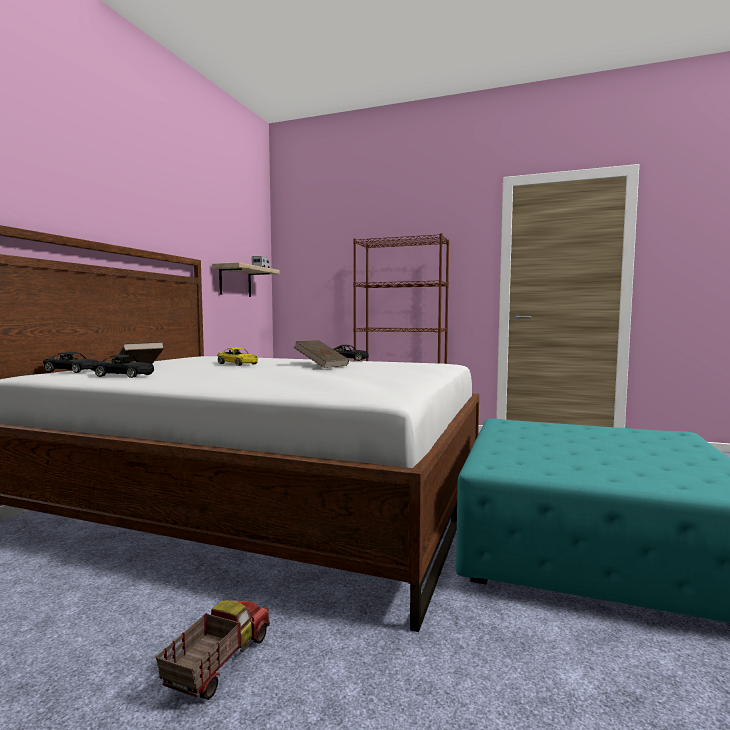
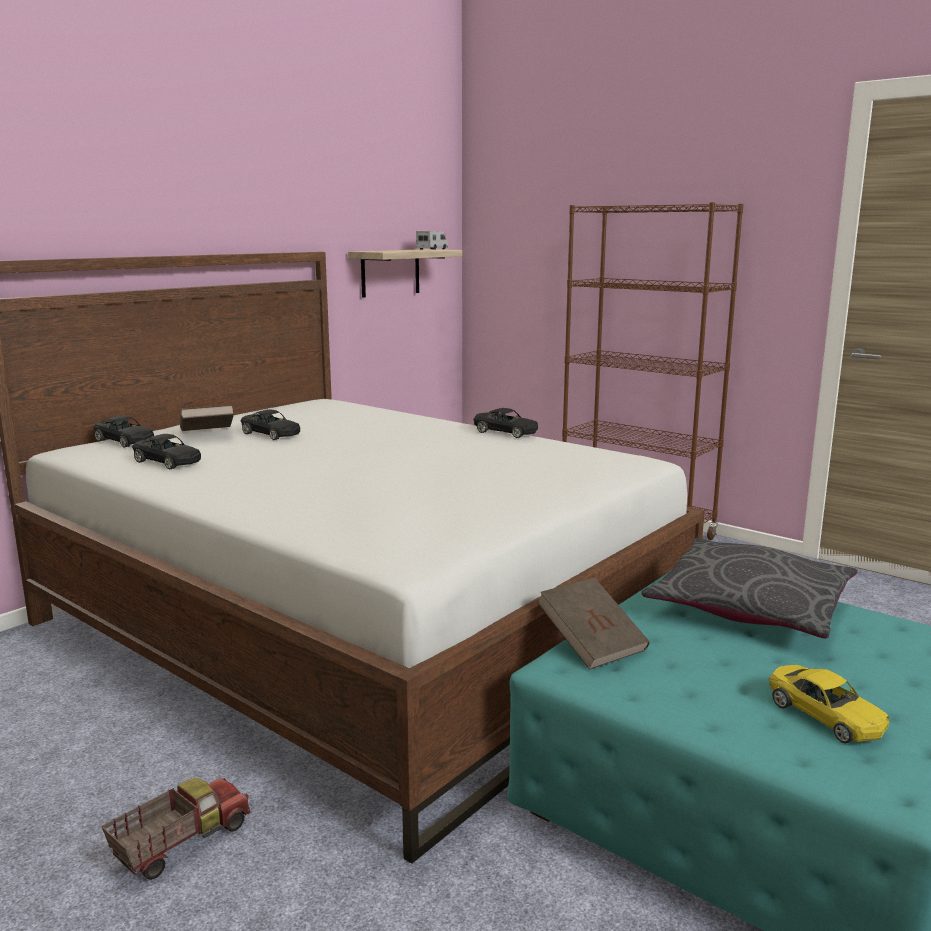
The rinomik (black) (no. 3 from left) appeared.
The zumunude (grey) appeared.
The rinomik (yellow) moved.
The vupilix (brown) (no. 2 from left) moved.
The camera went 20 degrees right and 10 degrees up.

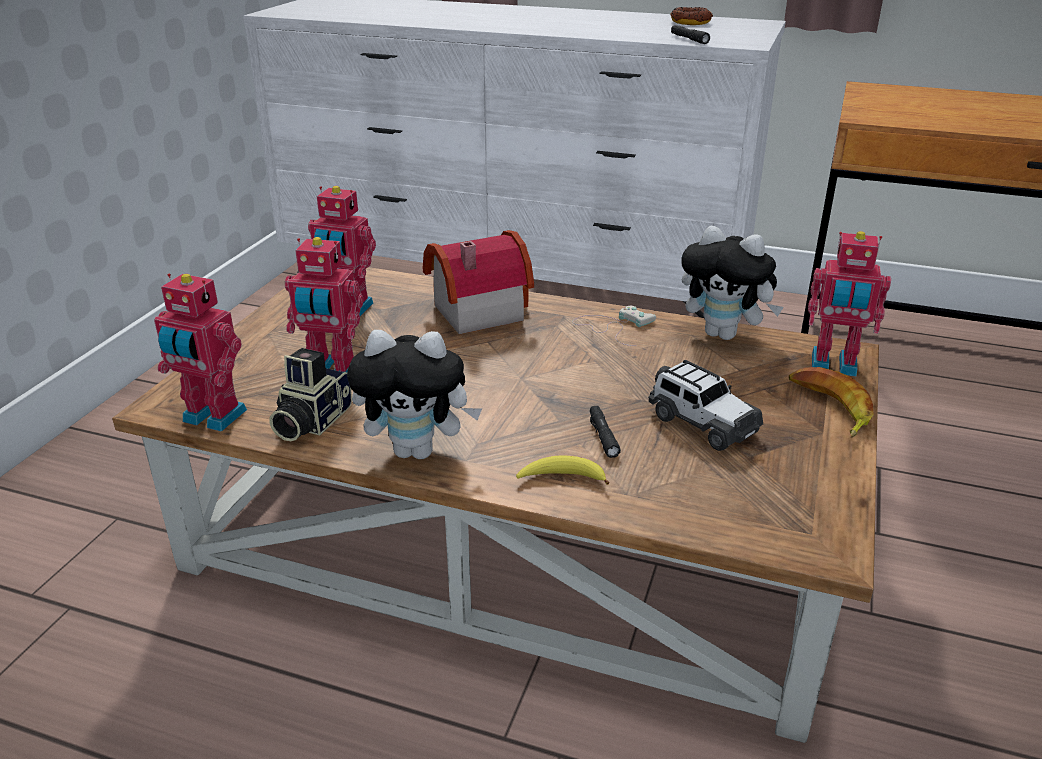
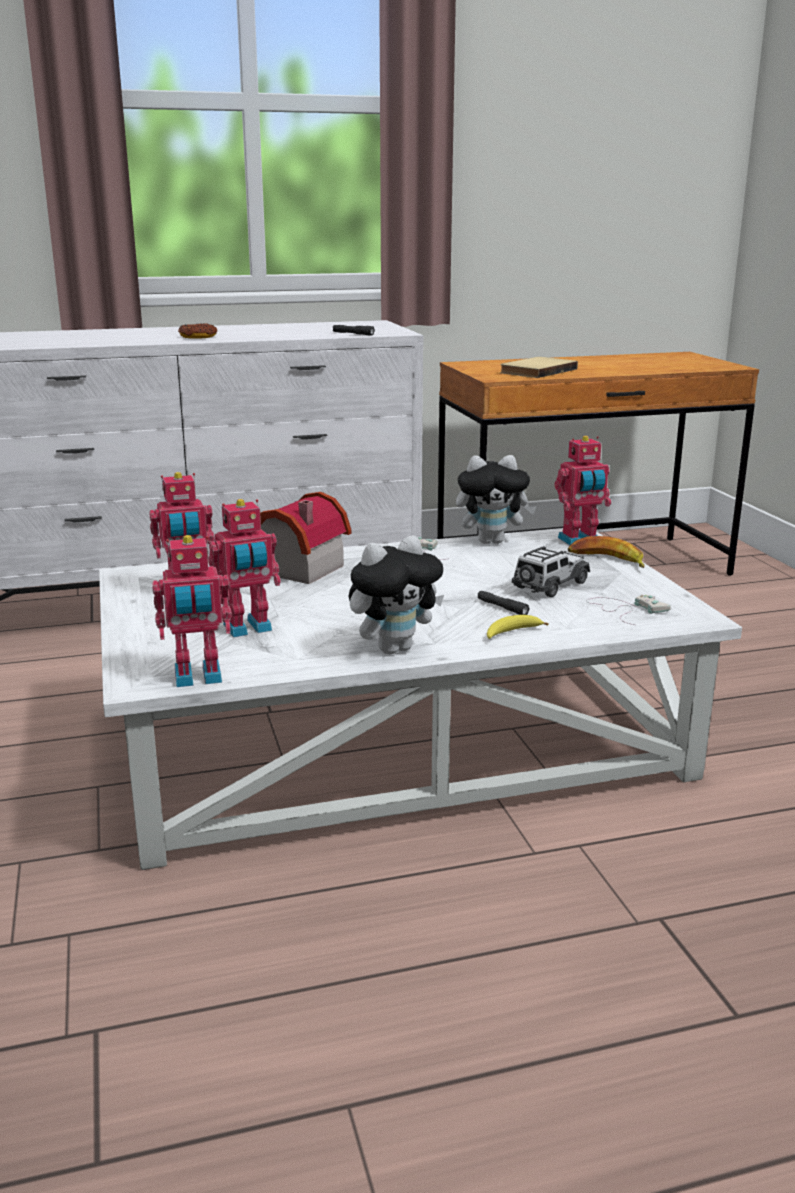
The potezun disappeared.
The vupilix (beige) appeared.
The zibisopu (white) (no. 2 from left) appeared.
The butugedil moved.
The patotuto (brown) became the patotuto (white).
The rinomik turned 60 degrees counterclockwise.
The camera went 35 degrees left and 10 degrees down.

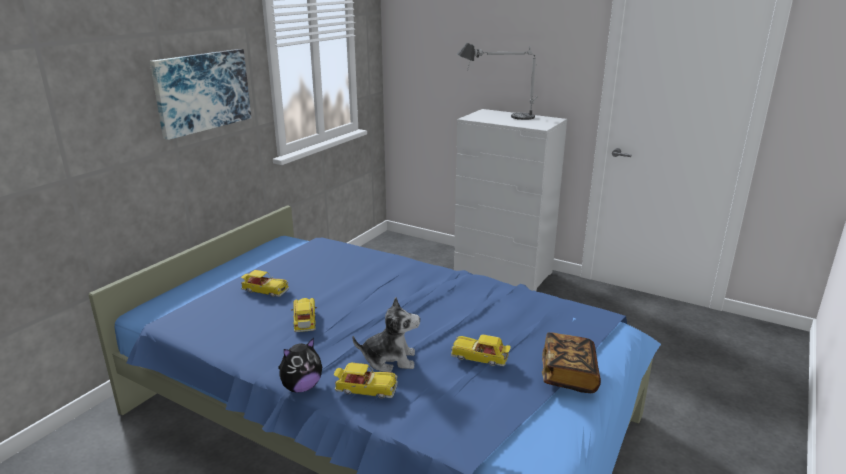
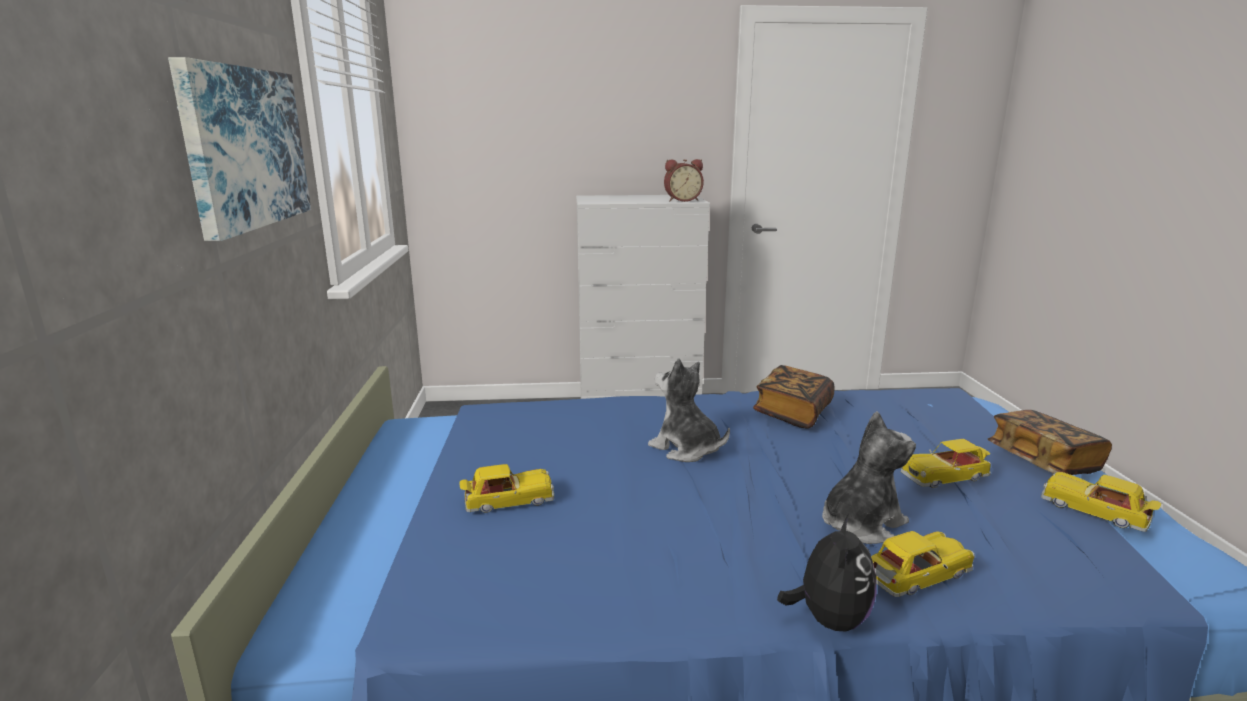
The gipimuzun disappeared.
The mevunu (no. 1 from left) appeared.
The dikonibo appeared.
The vupilix (no. 1 from left) appeared.
The rinomik (no. 2 from left in the first image) moved.
The camera went 35 degrees left and 5 degrees down.

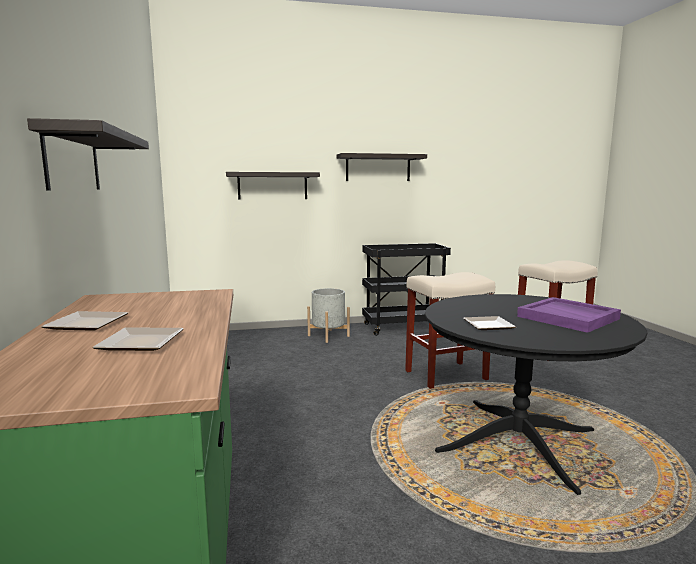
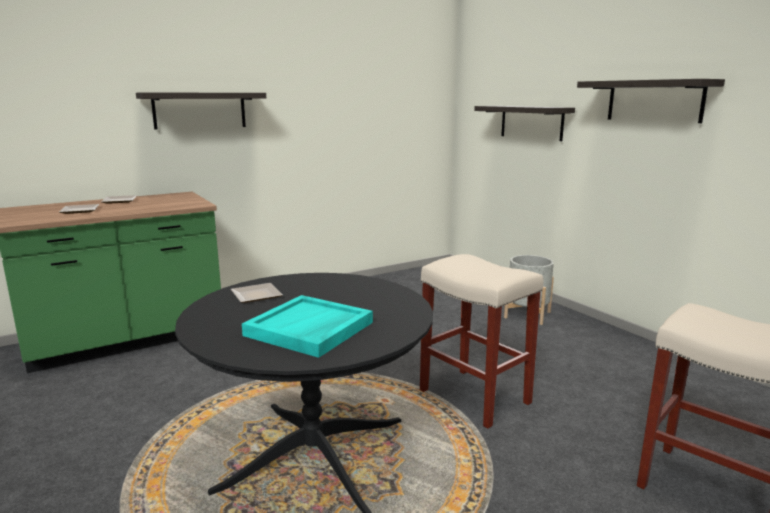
The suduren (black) disappeared.
The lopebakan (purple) became the lopebakan (turquoise).
The camera went 70 degrees right and 5 degrees up.

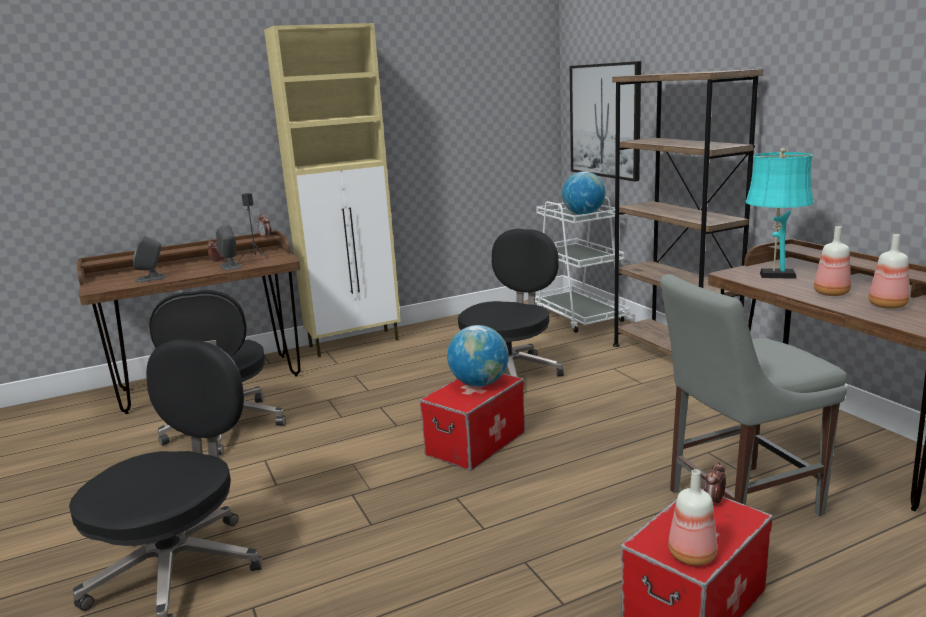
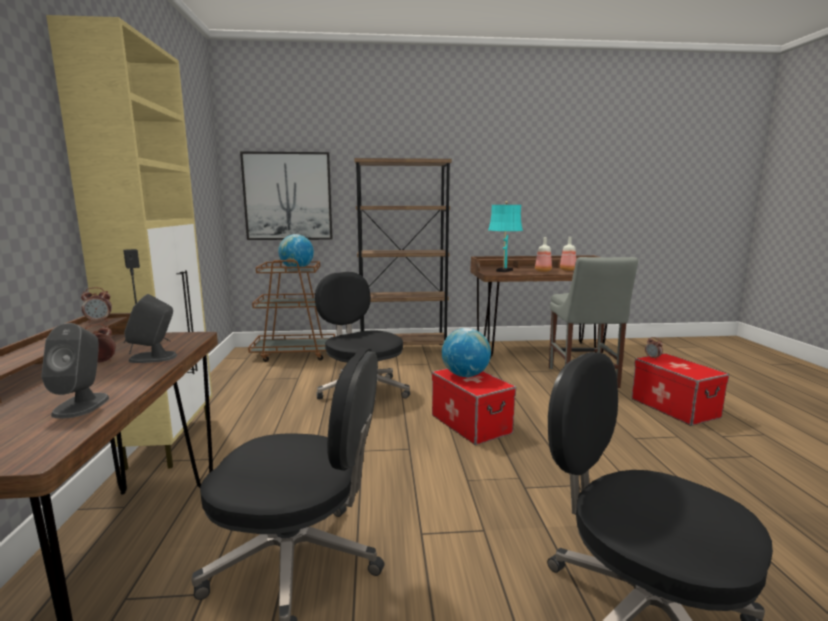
The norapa (no. 1 from left) disappeared.
The suduren (white) became the suduren (brown).
The camera went 70 degrees left and 5 degrees down.

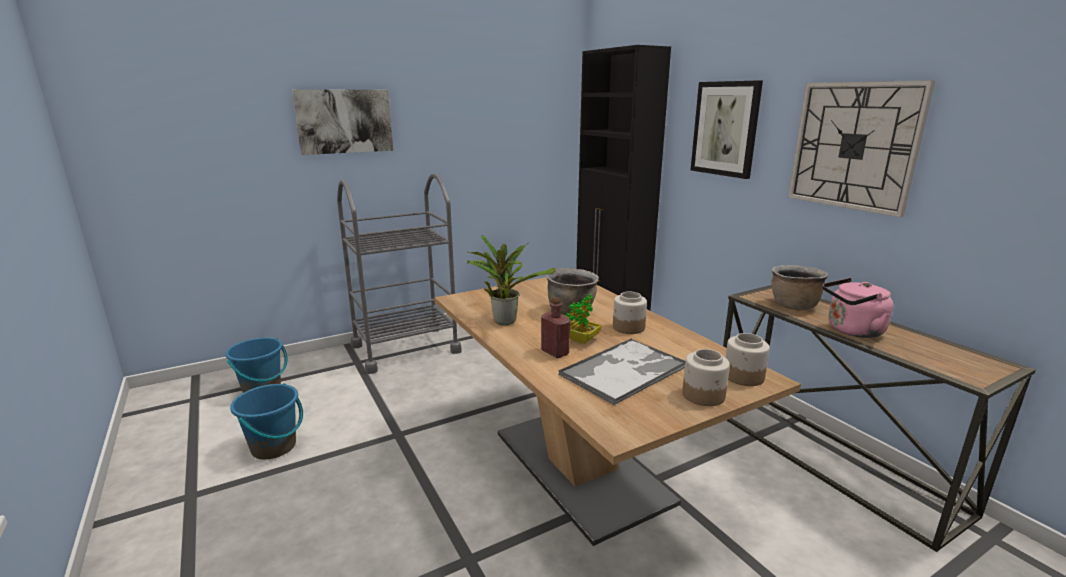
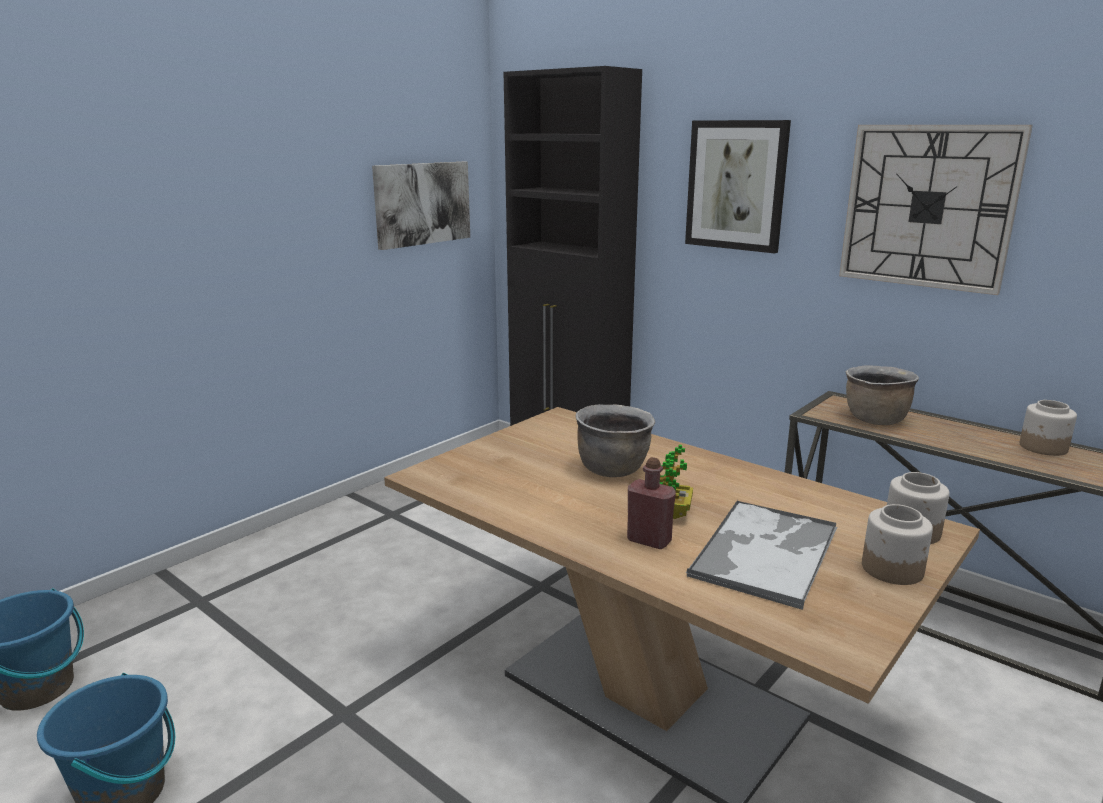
The suduren (grey) disappeared.
The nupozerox (no. 1 from left) disappeared.
The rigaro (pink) disappeared.
The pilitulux (no. 1 from left) moved.
The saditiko (no. 1 from left in the first image) moved.
The camera went 20 degrees left and 0 degrees up.

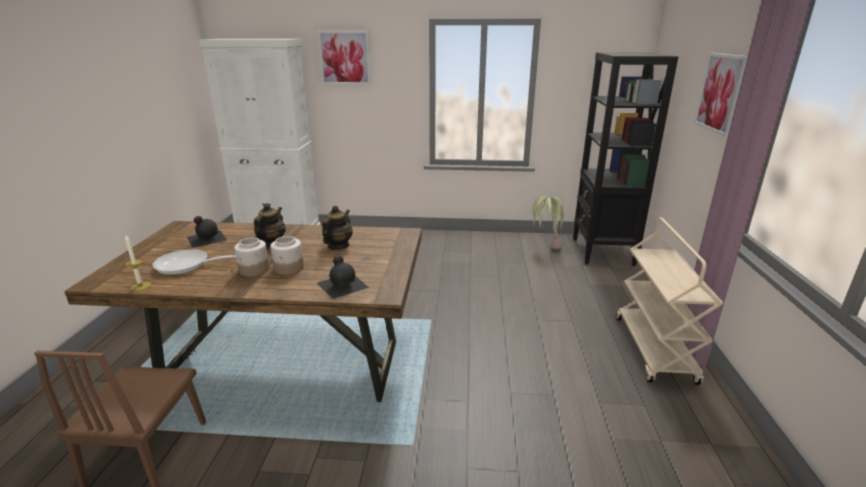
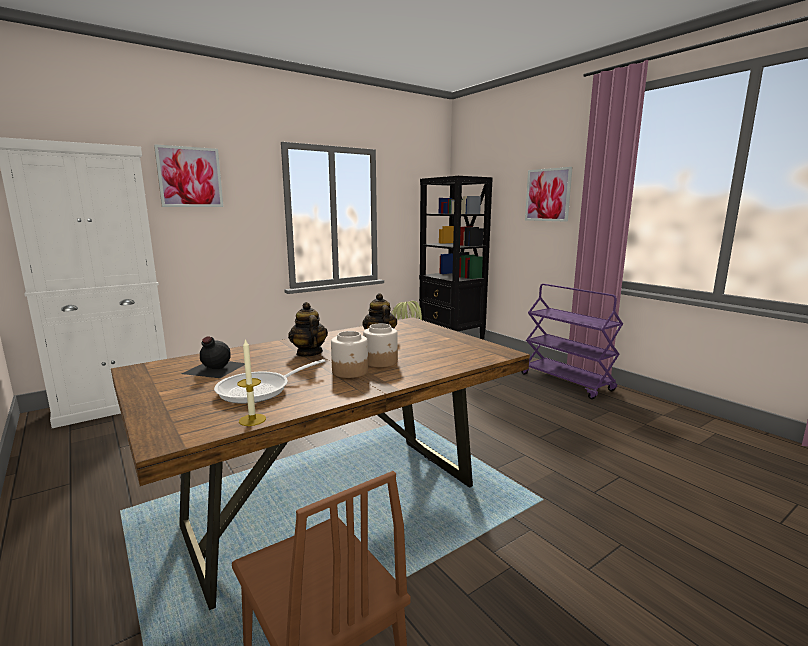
The norapa (black) (no. 2 from left) disappeared.
The suduren (beige) became the suduren (purple).
The camera went 40 degrees left and 10 degrees down.

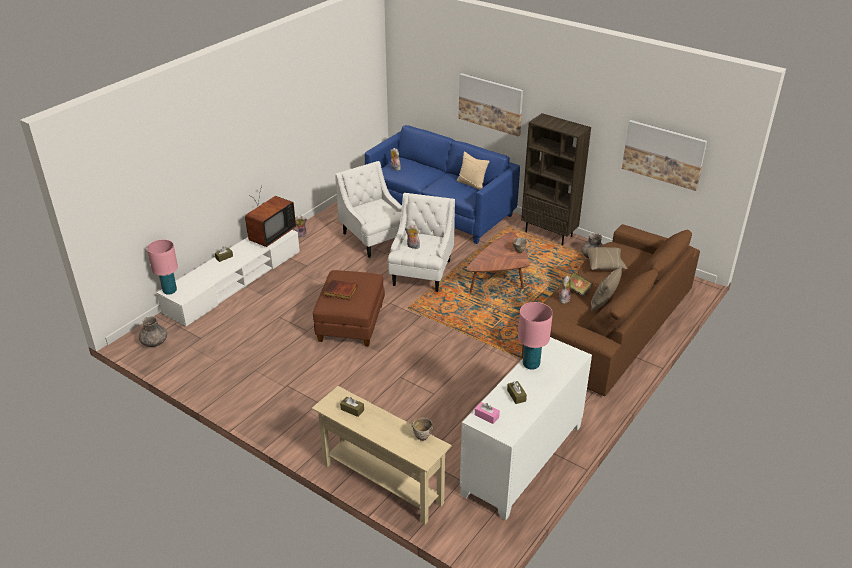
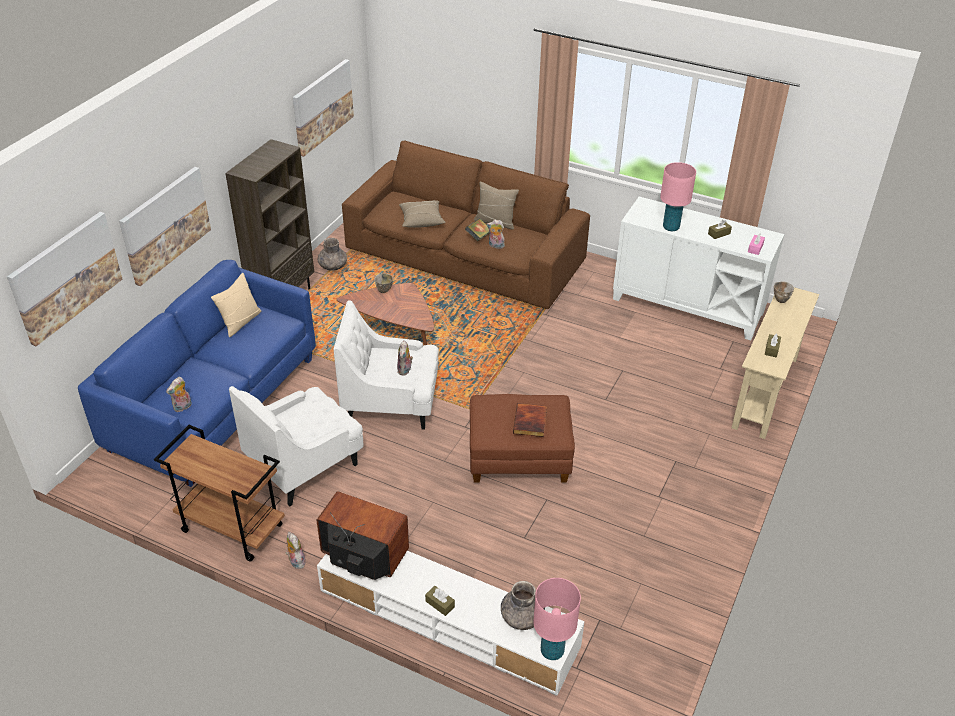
The pilitulux (no. 1 from left) appeared.
The suduren (brown) appeared.
The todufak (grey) (no. 1 from left in the first image) moved.
The camera went 100 degrees left and 5 degrees up.

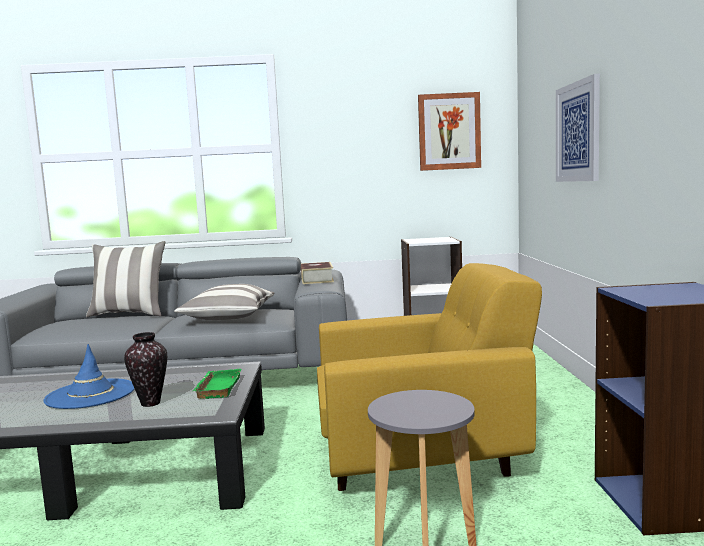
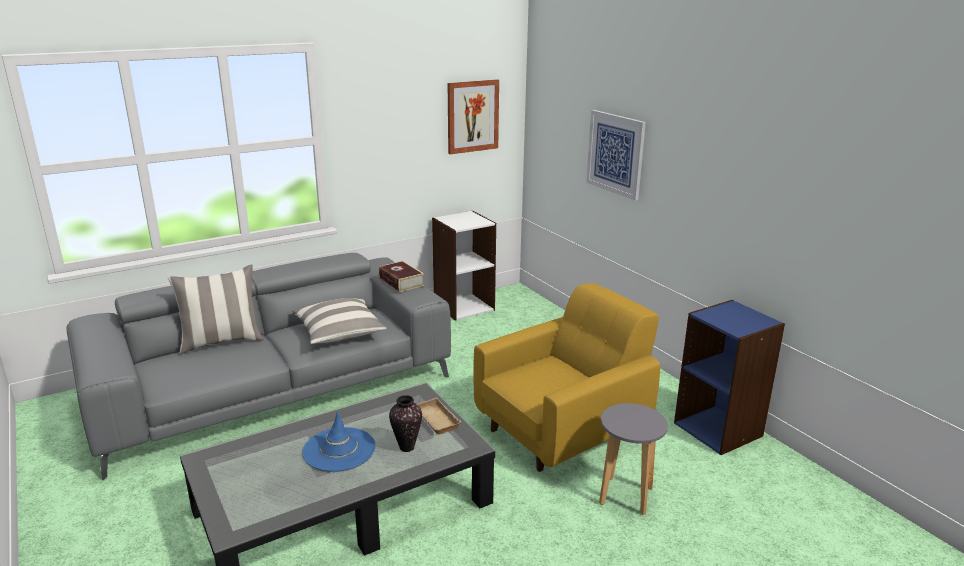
The lopebakan (green) became the lopebakan (beige).
The camera went 30 degrees left and 15 degrees up.

